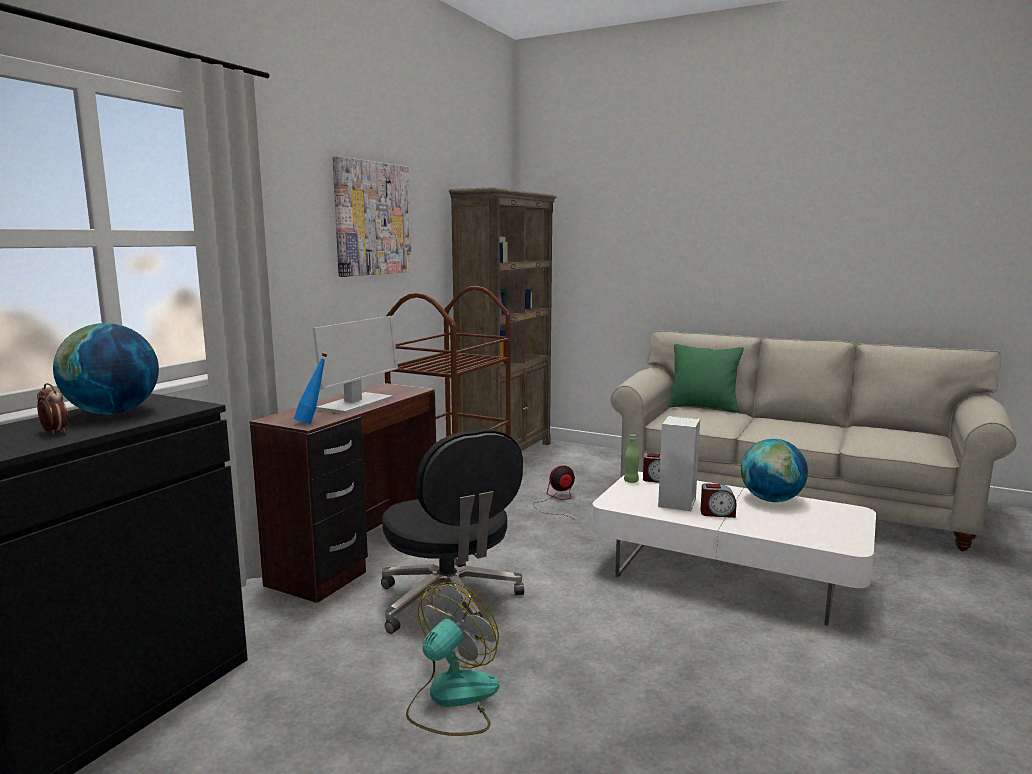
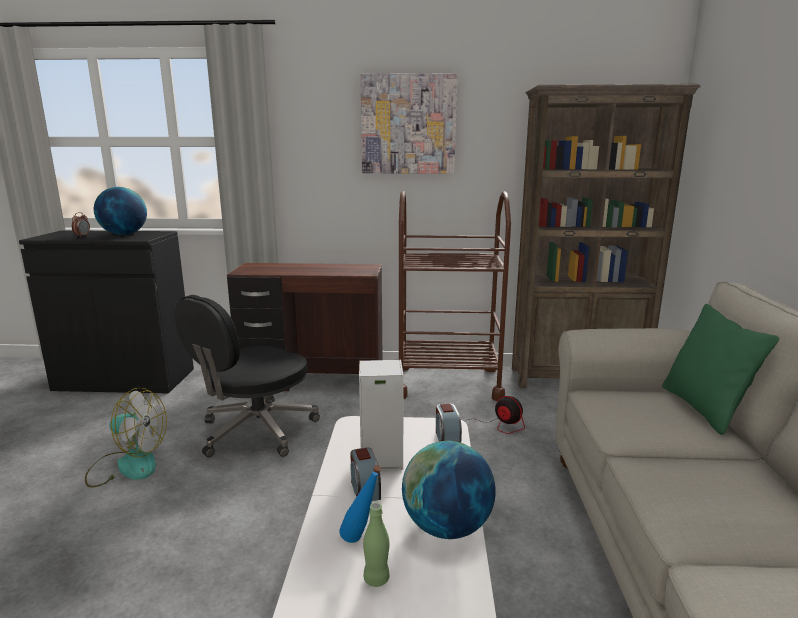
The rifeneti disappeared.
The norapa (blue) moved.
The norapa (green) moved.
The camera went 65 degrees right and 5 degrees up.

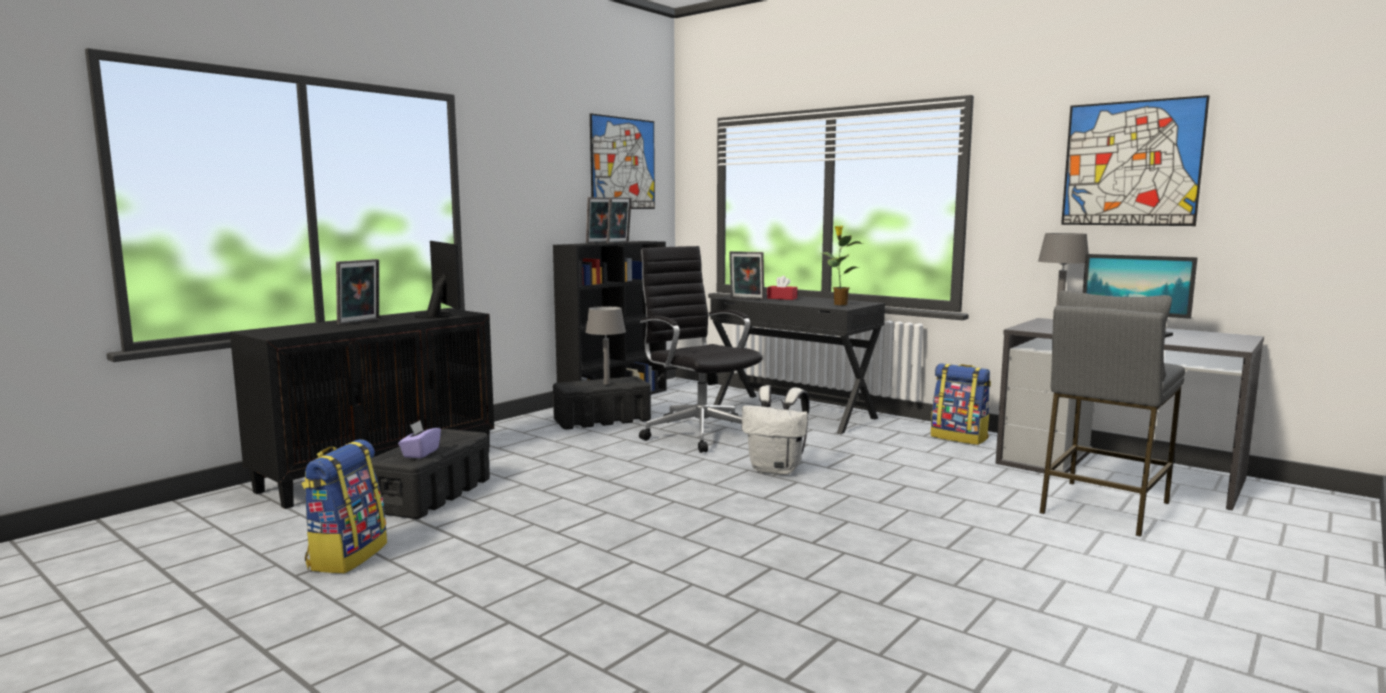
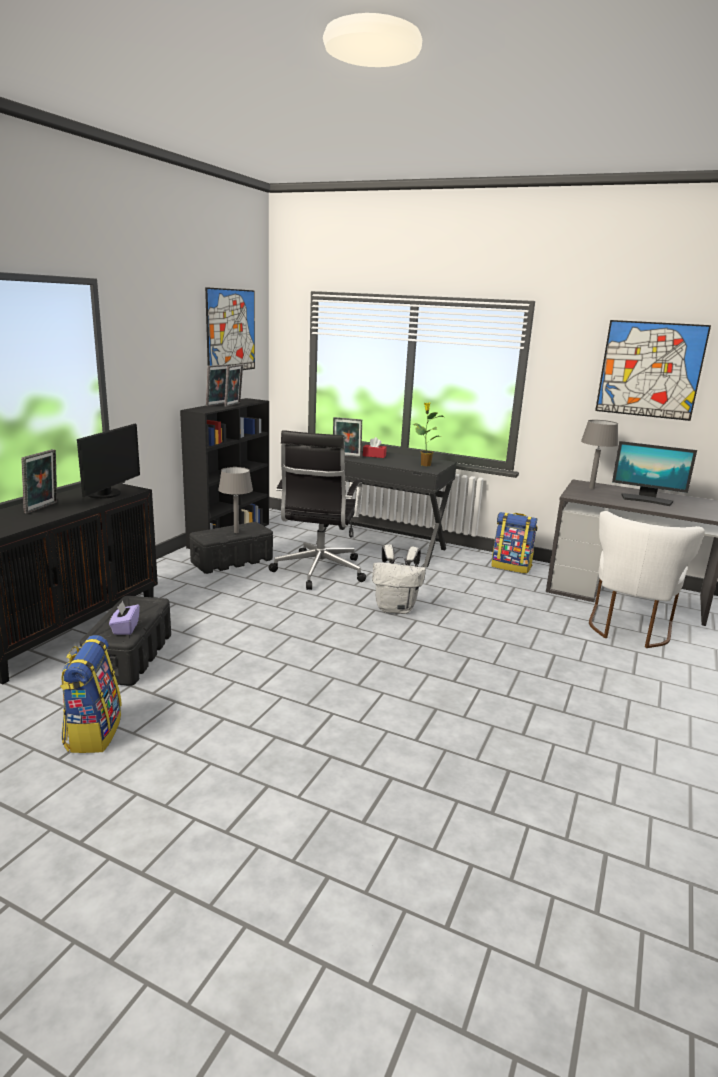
The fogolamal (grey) was replaced by the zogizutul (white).
The rifeneti (no. 1 from left) turned 60 degrees clockwise.
The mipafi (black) turned 120 degrees counterclockwise.
The camera went 15 degrees left and 10 degrees up.

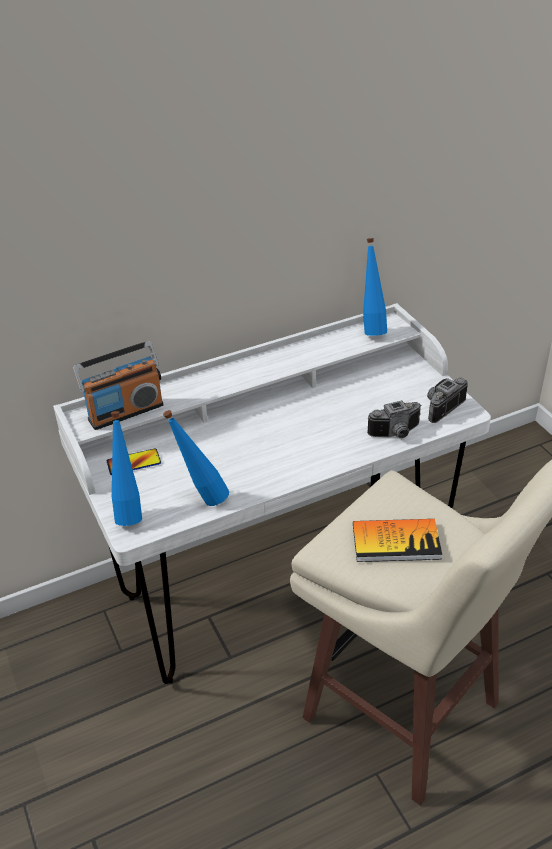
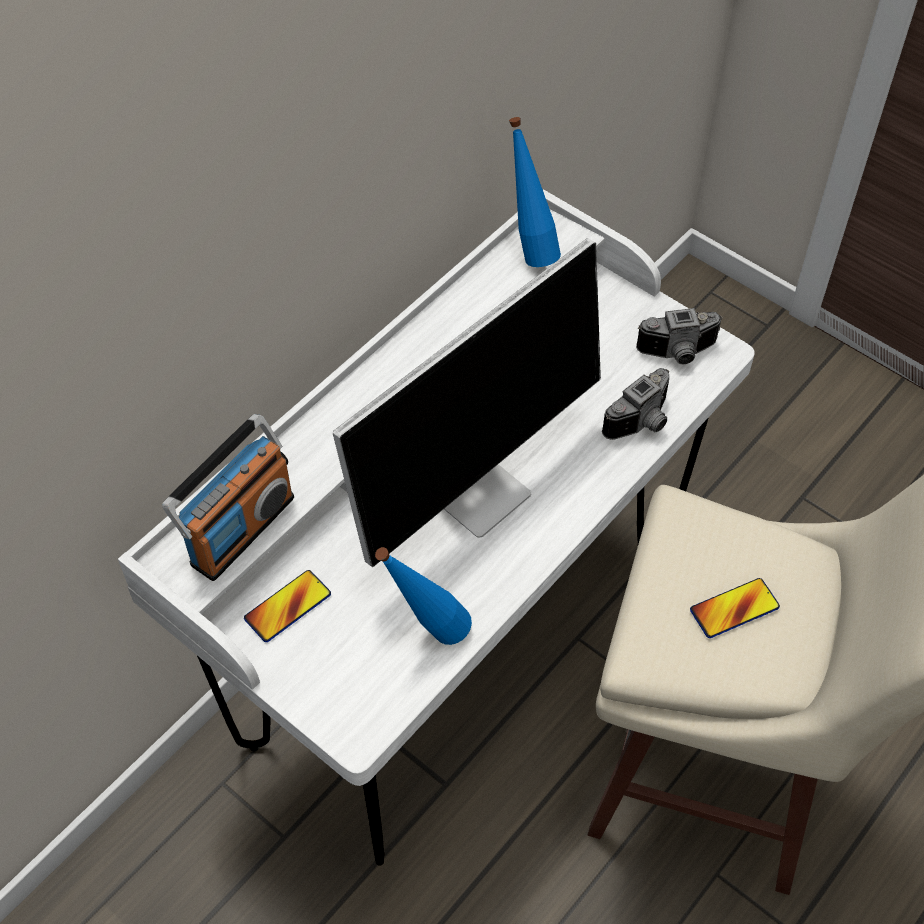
The norapa (blue) (no. 1 from left) disappeared.
The rifeneti appeared.
The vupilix was replaced by the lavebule (no. 2 from left).
The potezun (no. 2 from left) turned 120 degrees counterclockwise.
The camera went 25 degrees left and 15 degrees up.

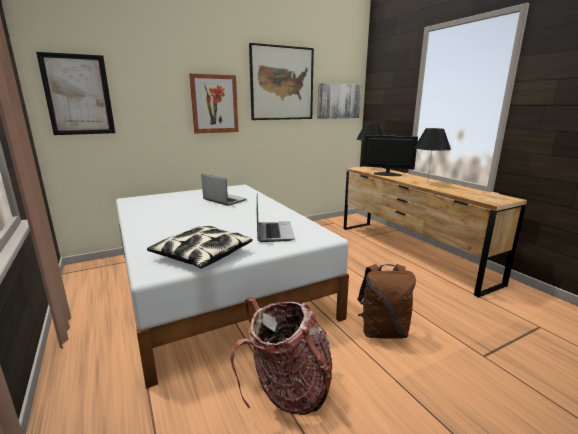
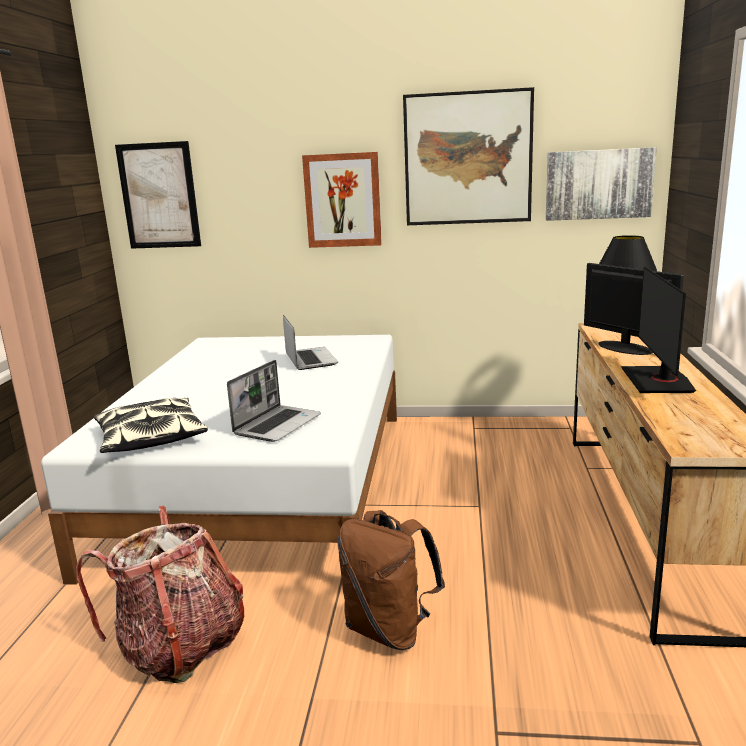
The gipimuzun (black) (no. 2 from left) was replaced by the rifeneti (no. 2 from left).
The camera went 35 degrees right and 0 degrees up.

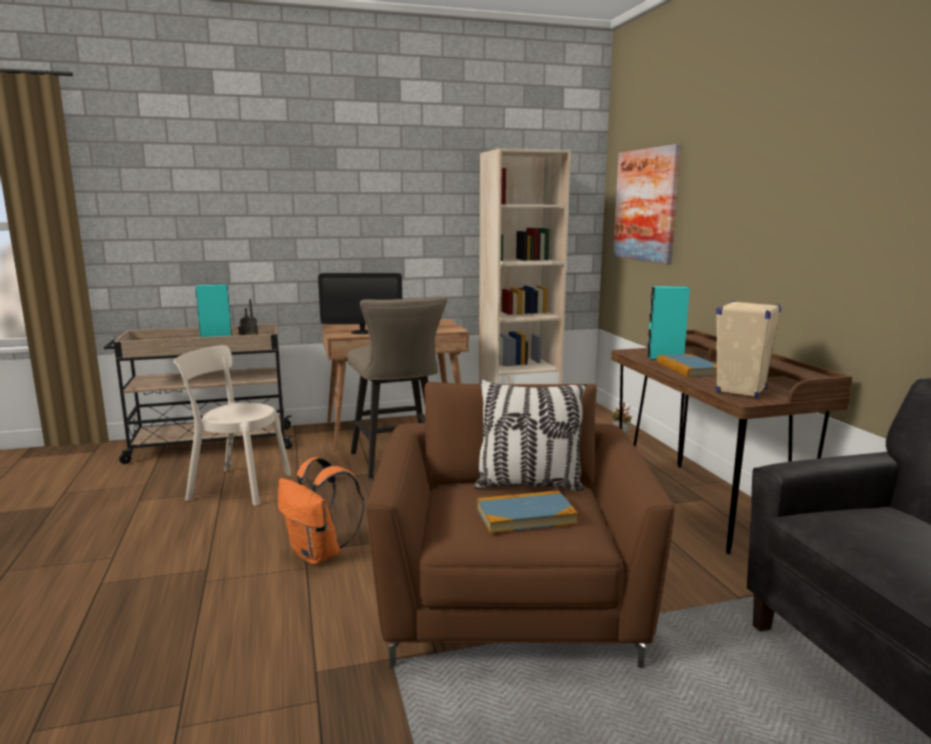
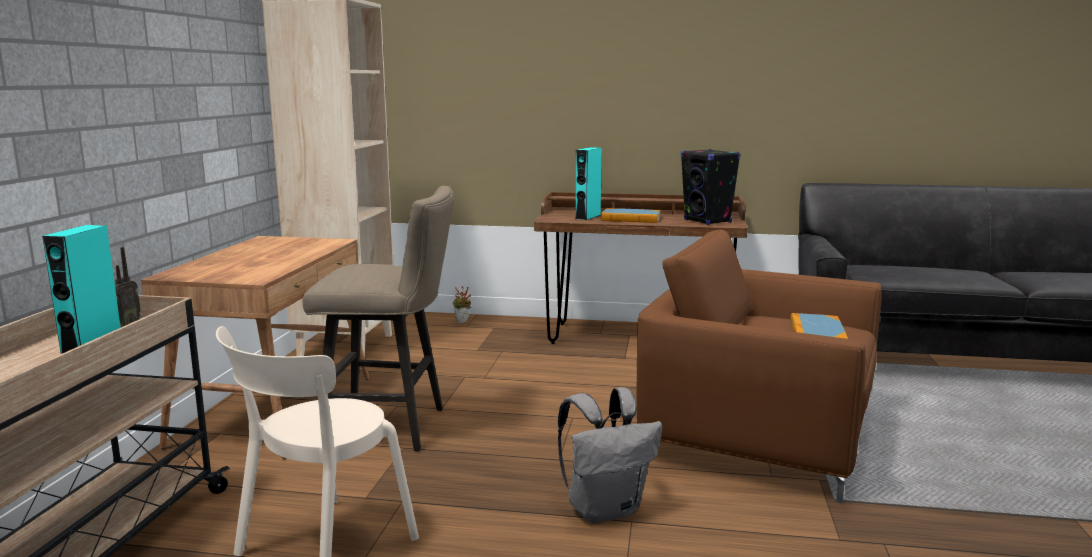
The rifeneti disappeared.
The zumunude disappeared.
The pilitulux disappeared.
The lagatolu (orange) became the lagatolu (grey).
The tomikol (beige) became the tomikol (black).
The camera went 65 degrees left and 0 degrees up.

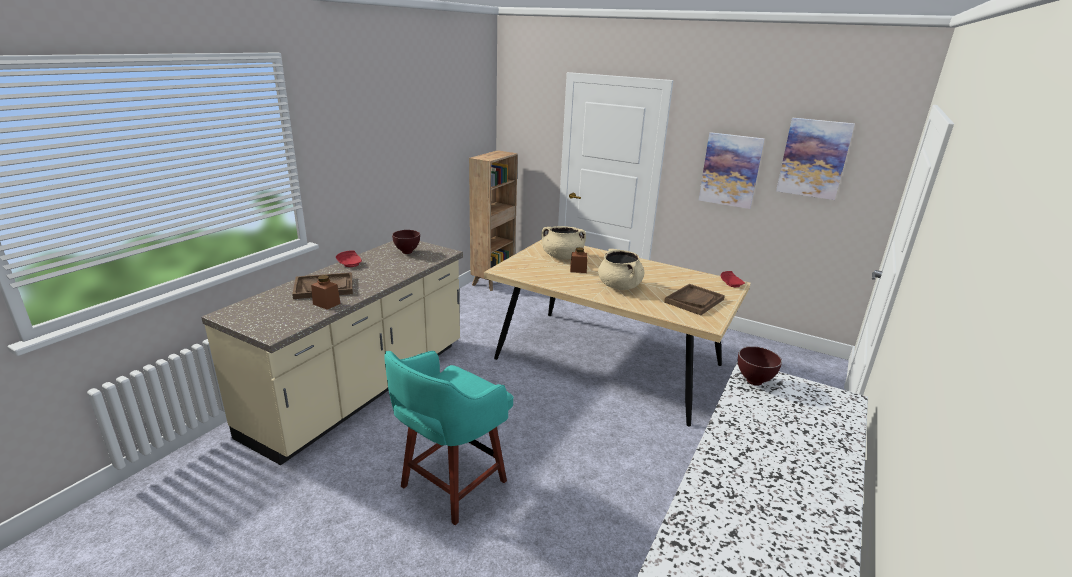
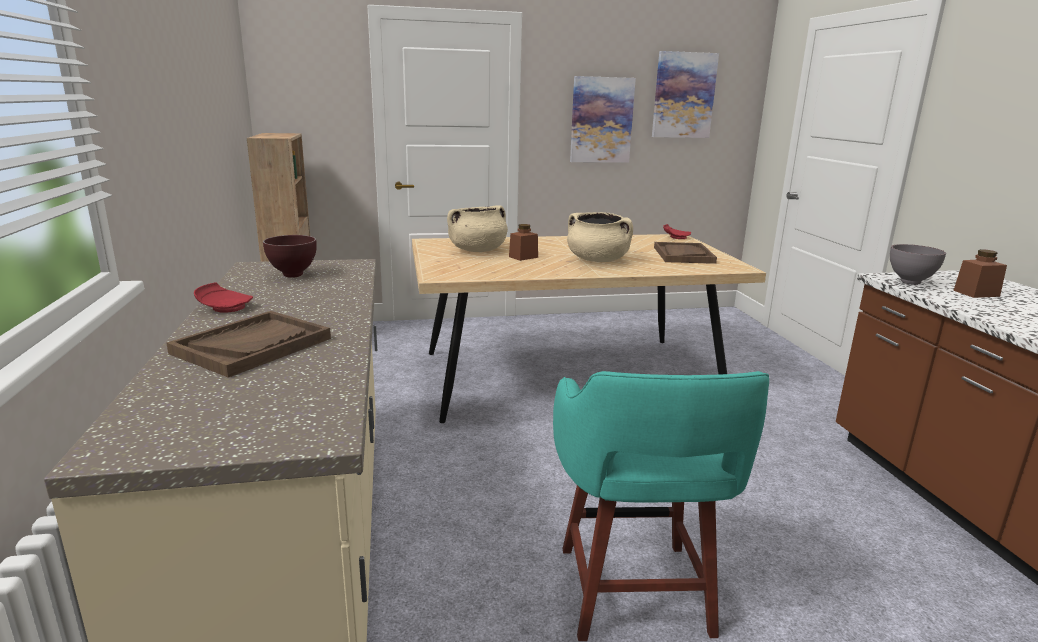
The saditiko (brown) (no. 1 from left in the first image) moved.
The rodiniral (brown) (no. 2 from left) became the rodiniral (grey).
The camera went 40 degrees left and 5 degrees down.

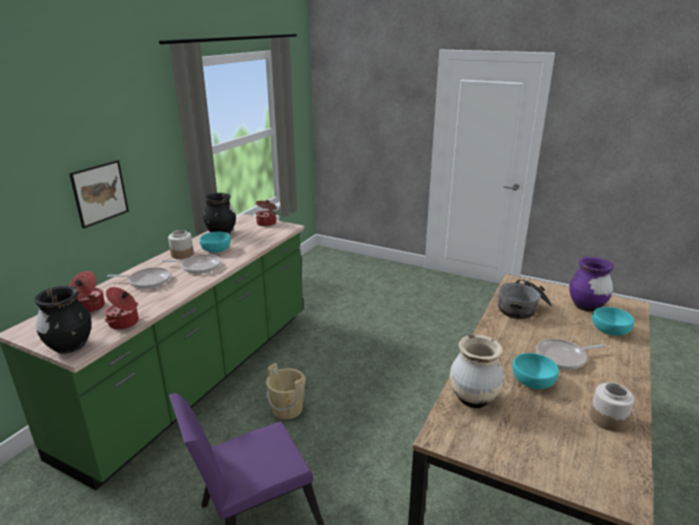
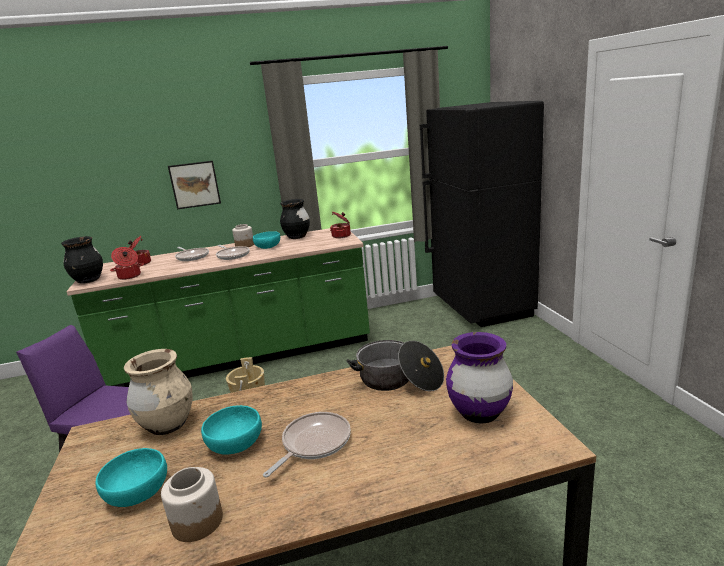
The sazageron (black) appeared.
The rodiniral (turquoise) (no. 3 from left in the first image) moved.
The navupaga (no. 3 from left) turned 90 degrees clockwise.
The camera went 50 degrees right and 5 degrees down.

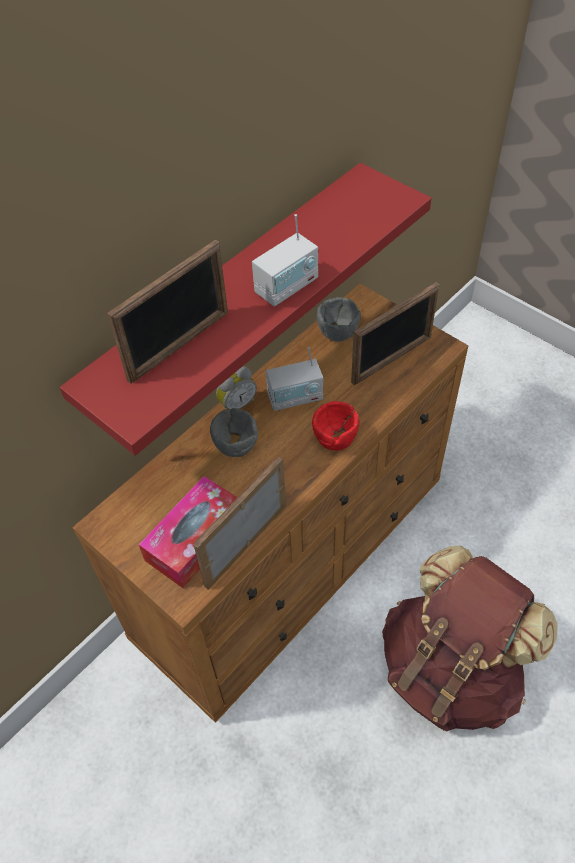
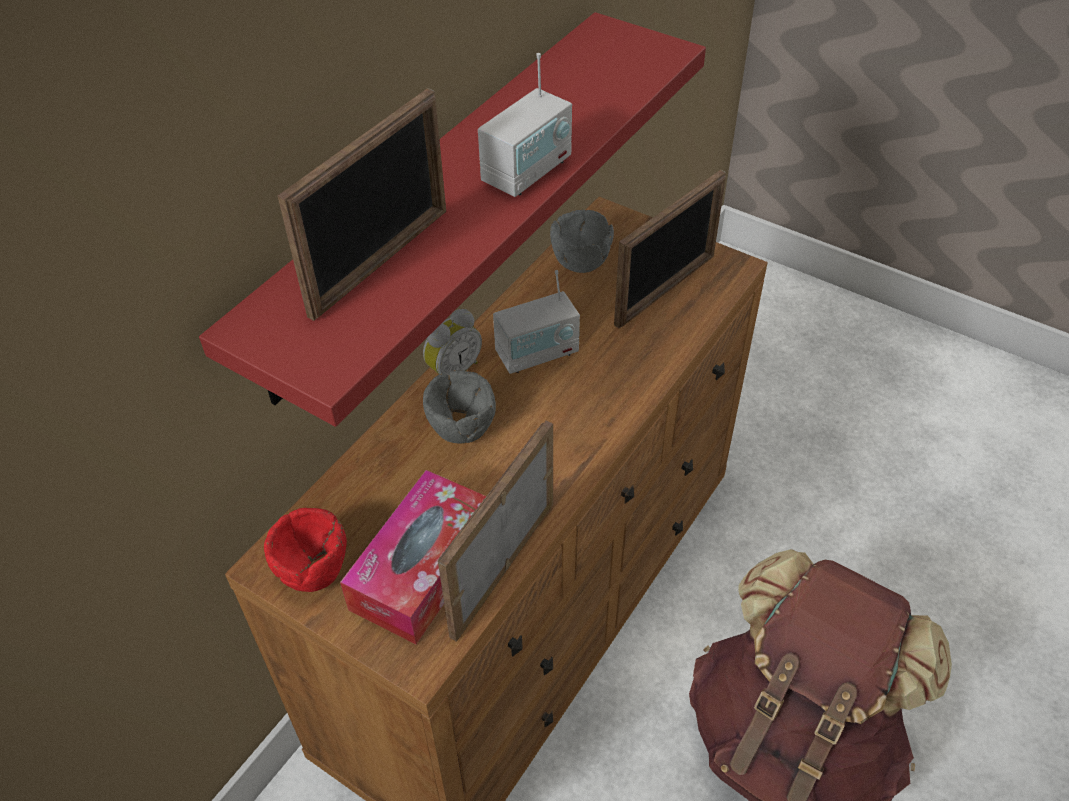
The rodiniral (red) moved.
The camera went 10 degrees left and 5 degrees down.

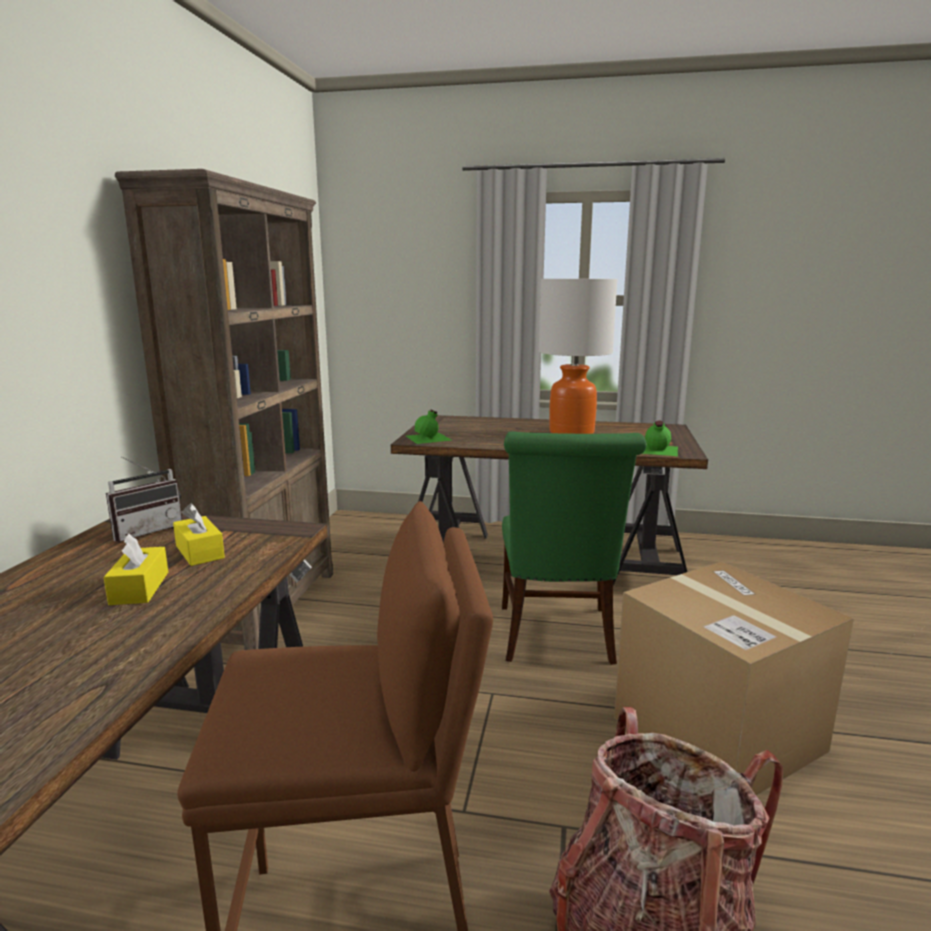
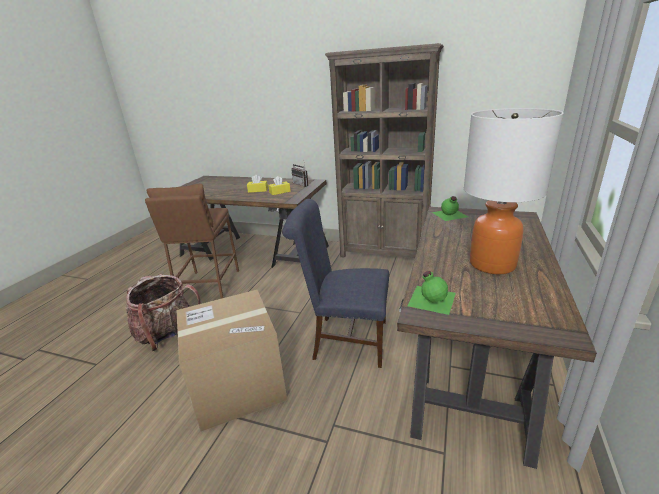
The zogizutul (green) became the zogizutul (blue).
The camera went 100 degrees right and 10 degrees up.

